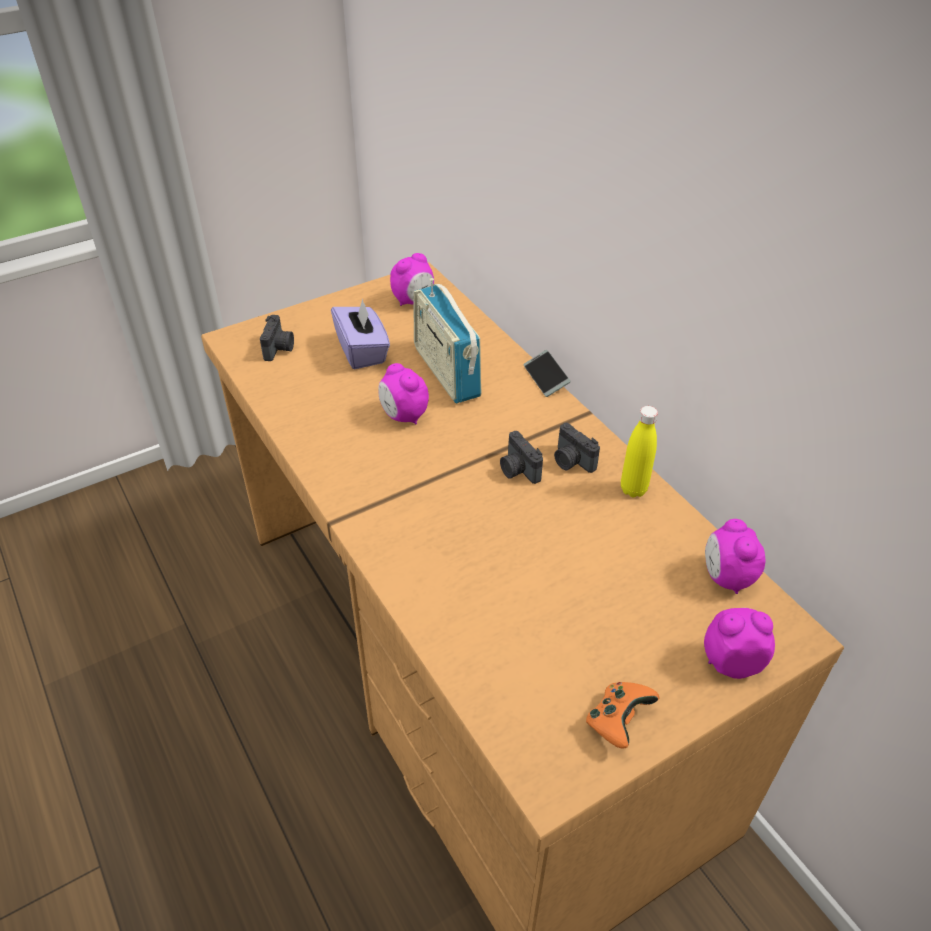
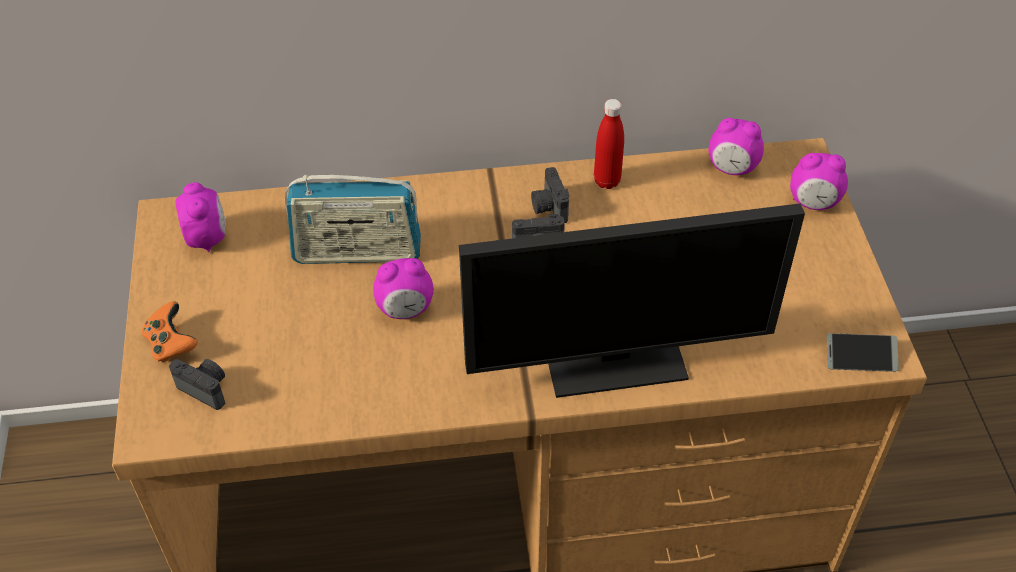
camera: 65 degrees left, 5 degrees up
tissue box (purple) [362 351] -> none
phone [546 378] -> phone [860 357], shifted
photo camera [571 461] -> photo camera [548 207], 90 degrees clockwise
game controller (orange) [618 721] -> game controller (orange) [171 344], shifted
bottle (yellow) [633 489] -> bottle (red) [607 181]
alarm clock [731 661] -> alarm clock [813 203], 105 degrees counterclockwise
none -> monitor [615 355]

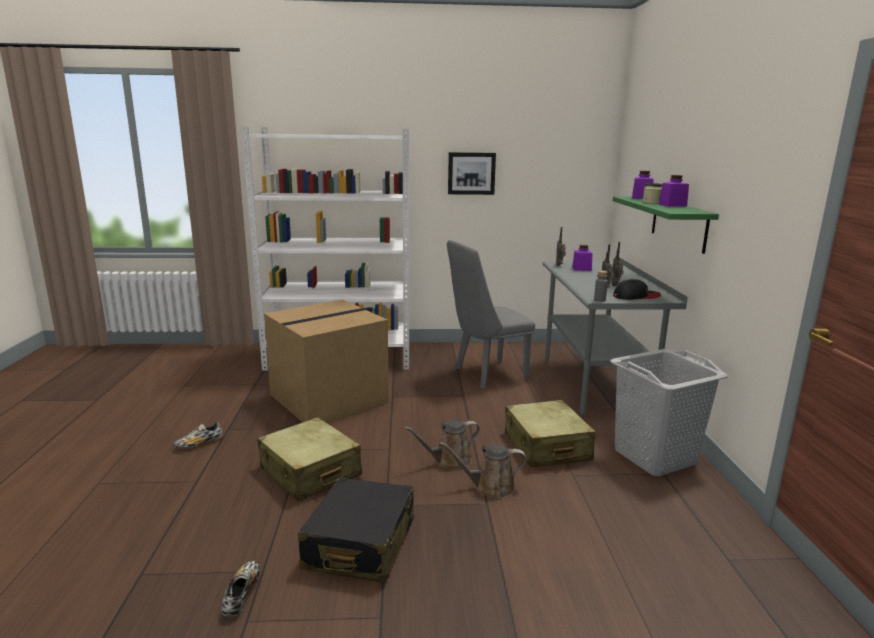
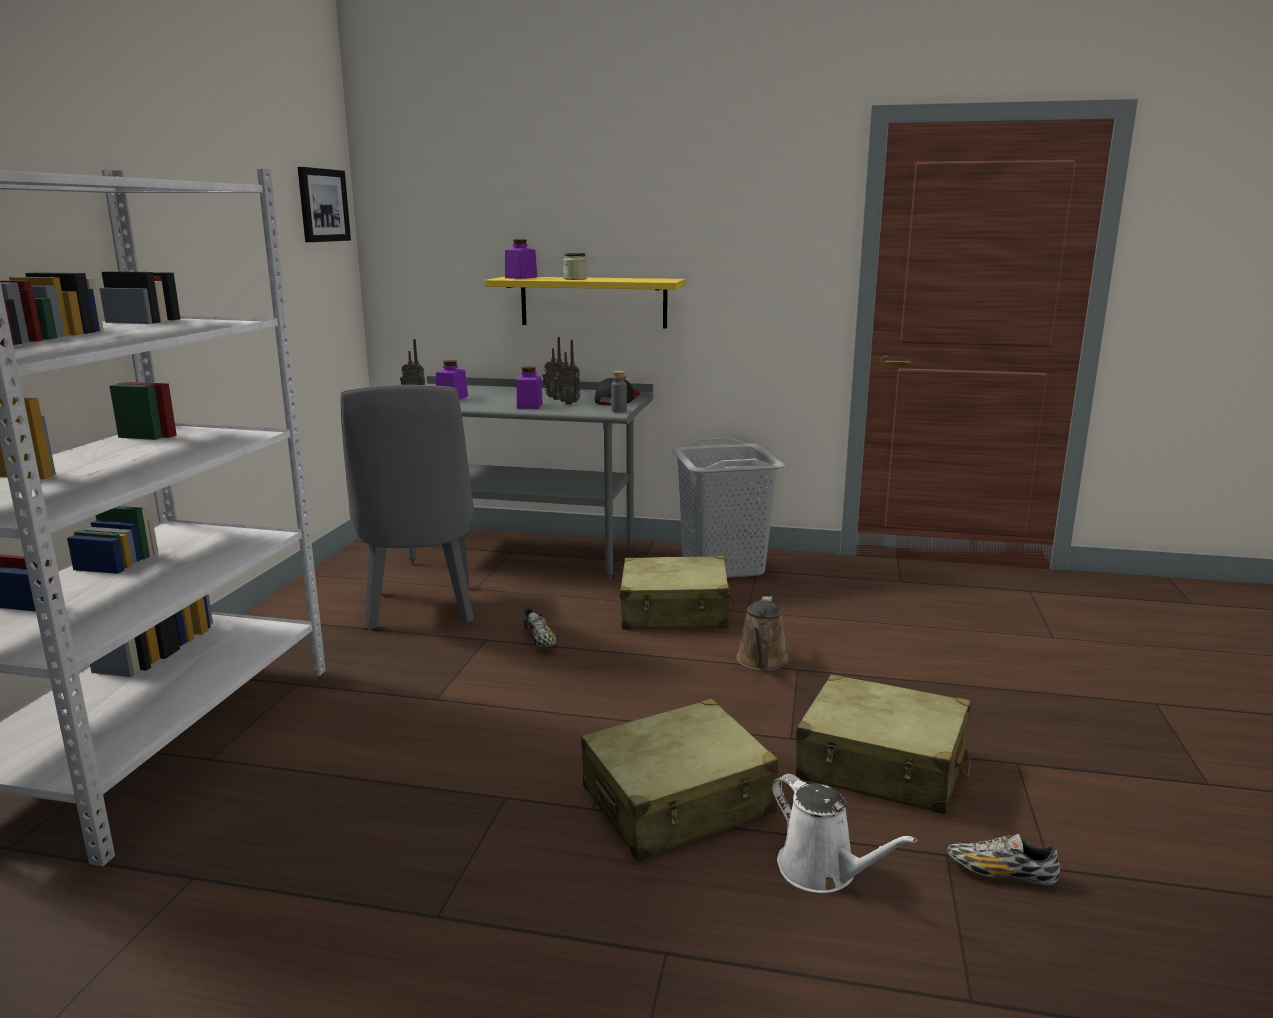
camera: 75 degrees left, 0 degrees up
shoe [199 444] -> shoe [539 640], shifted
cardboard box [328 399] -> none
suitcase (black) [360 544] -> suitcase (beige) [882 766]
watering can (brown) [449 461] -> none
picture [471 173] -> picture [322 205], shifted
shelf (green) [678 223] -> shelf (yellow) [593 302]
jar (purple) [672 205] -> jar (purple) [529 406], shifted
none -> watering can (white) [822 871]

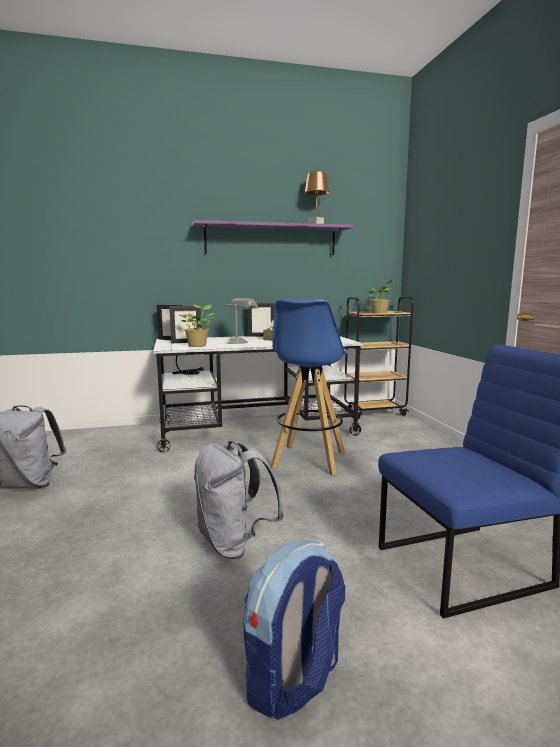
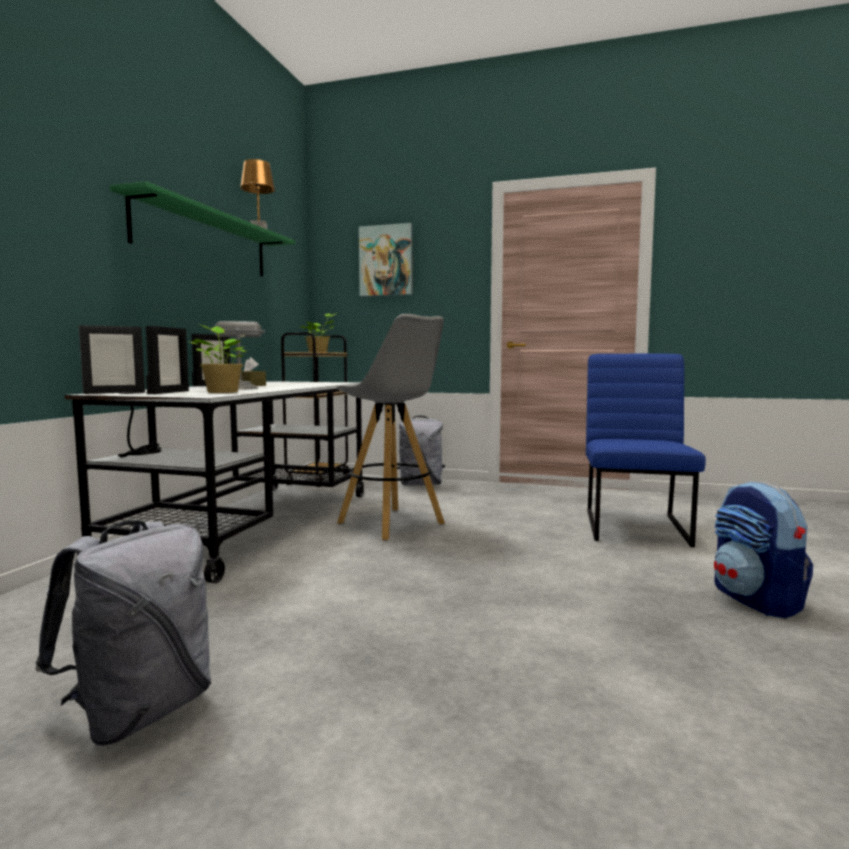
camera: 60 degrees left, 5 degrees down
shelf (purple) [271 240] -> shelf (green) [205 241]
backpack (grey) [234 543] -> backpack (grey) [421 484], shifted
stool (blue) [308 460] -> stool (grey) [391 524]
none -> picture [386 260]

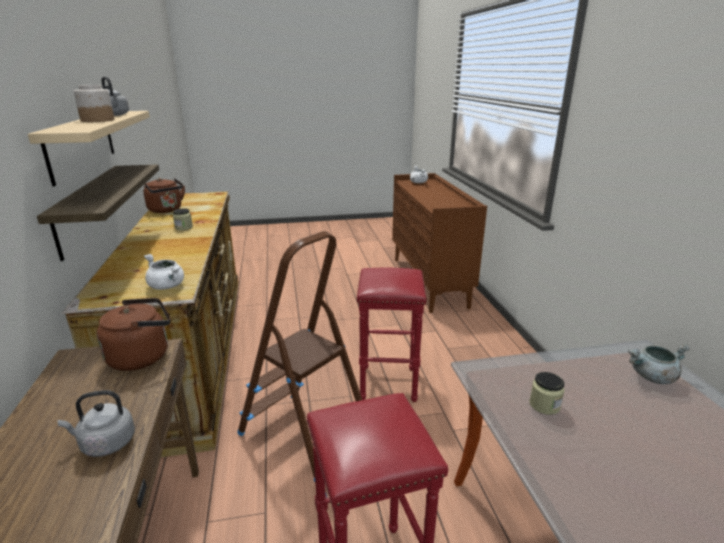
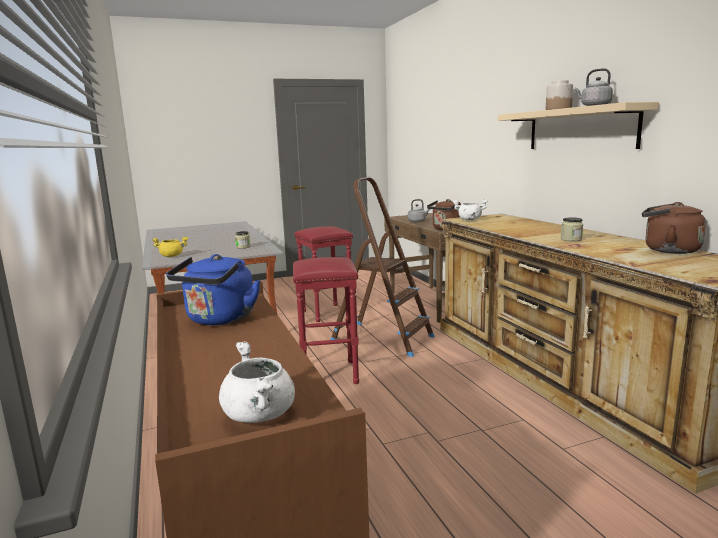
camera: 170 degrees right, 10 degrees down
shelf [89 208] -> none
cooking pot (grey) [652 377] -> cooking pot (yellow) [172 256]
none -> kettle (blue) [219 319]

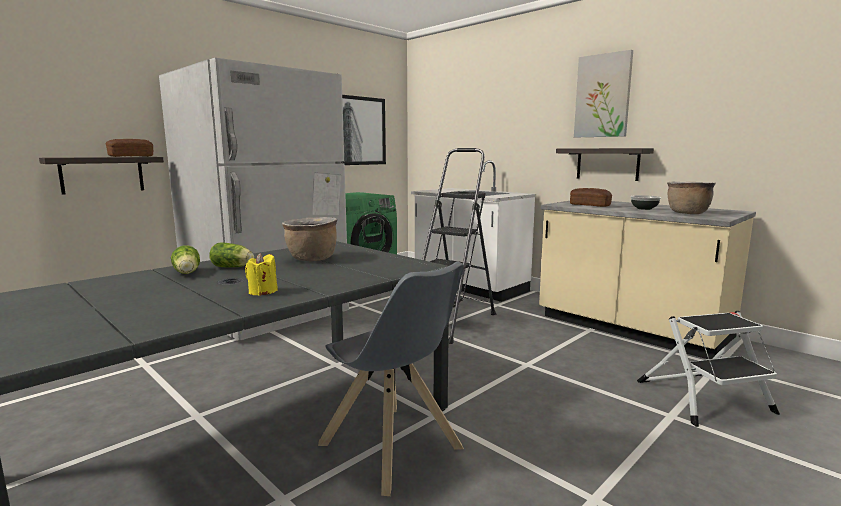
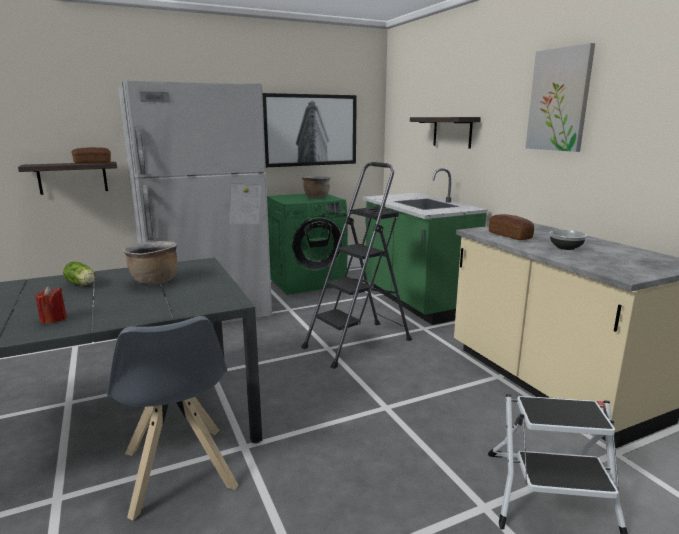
camera: 20 degrees right, 5 degrees up
lettuce [187 273] -> none
candle (yellow) [262 292] -> candle (red) [53 319]
counter (white) [469 287] -> counter (green) [415 302]
shelf [607 164] -> shelf [452 132], shifted
cooking pot (brown) [687 213] -> cooking pot (brown) [316 197], shifted

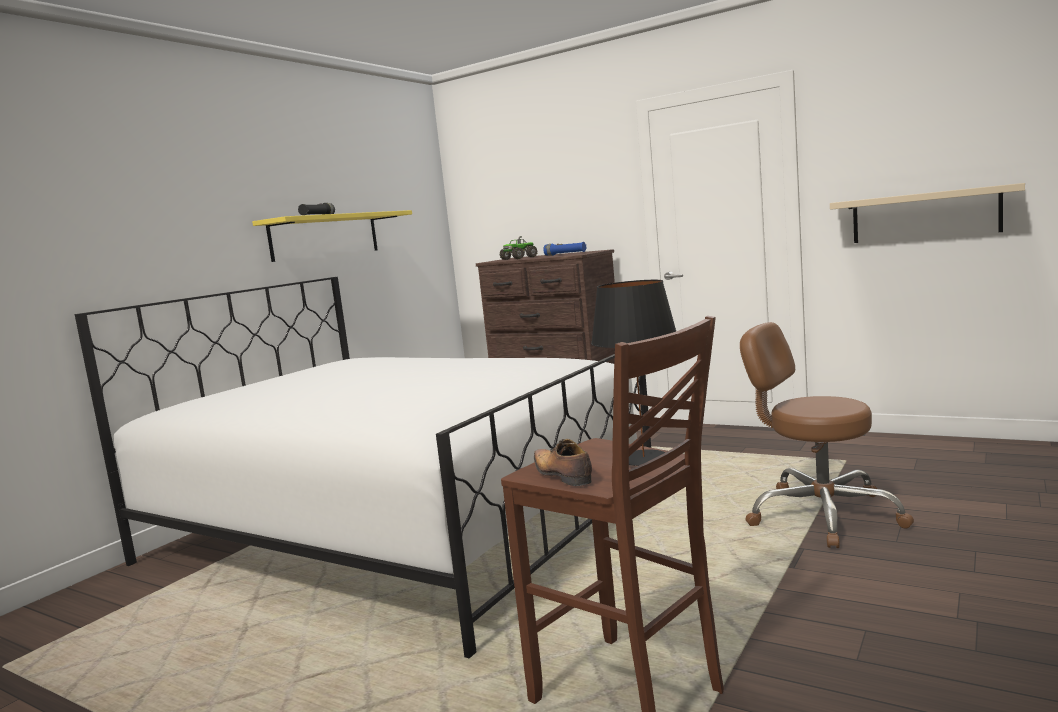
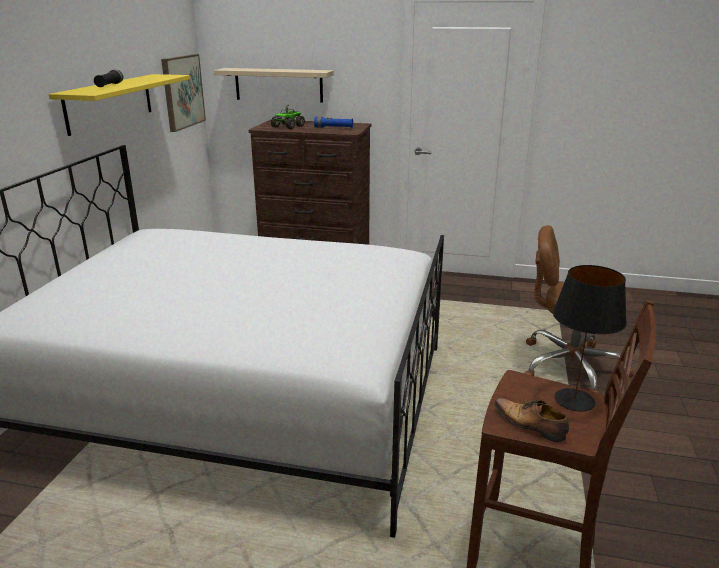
camera: 20 degrees left, 15 degrees up
shelf (beige) [924 215] -> shelf (beige) [278 85], shifted
none -> picture [182 91]

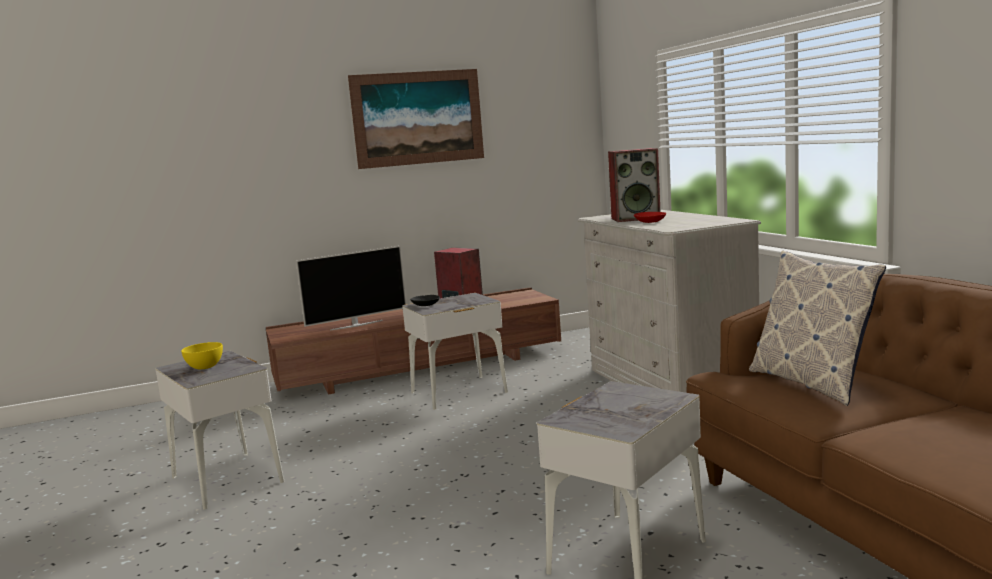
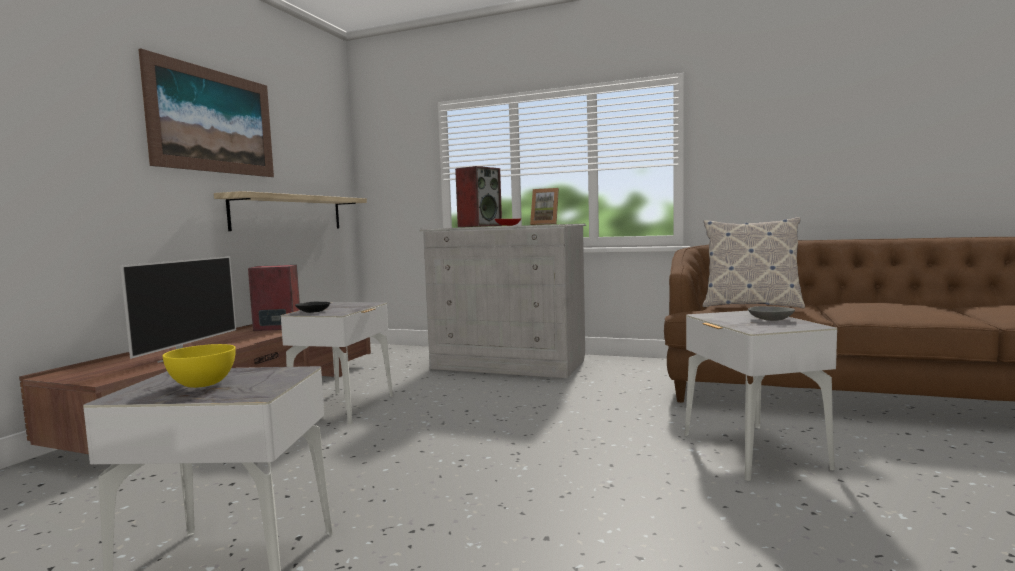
camera: 50 degrees left, 5 degrees down
none -> shelf [289 213]
none -> picture frame [545 224]
none -> bowl (grey) [770 319]

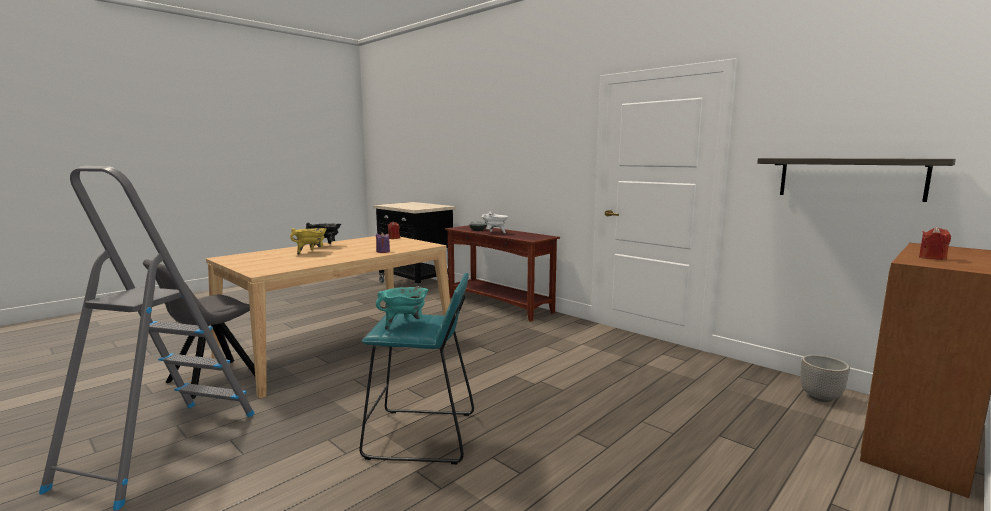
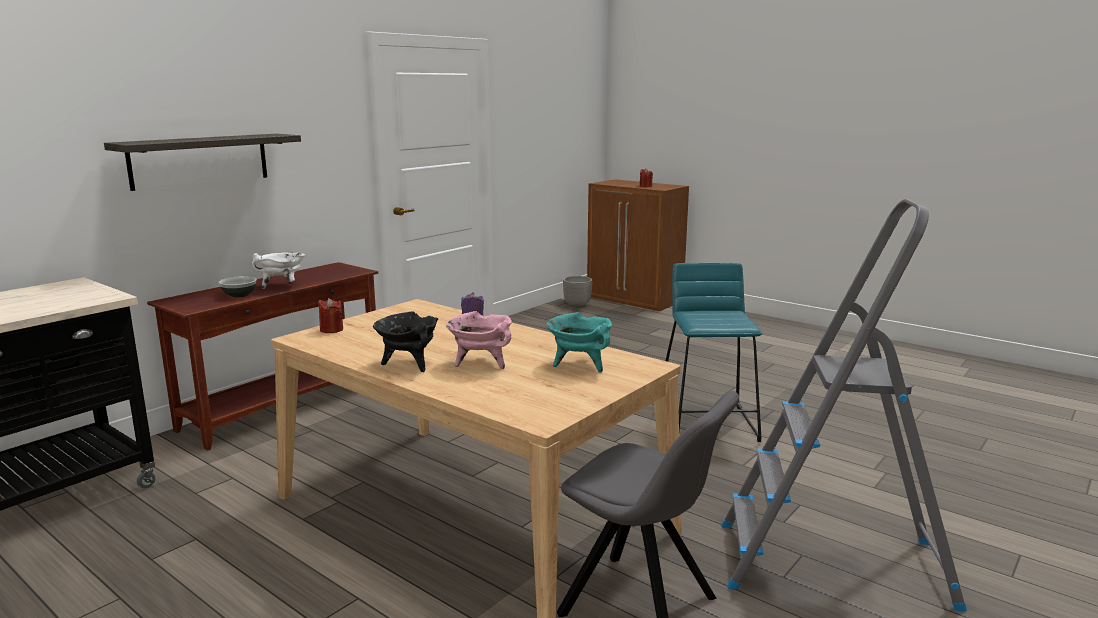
camera: 95 degrees left, 5 degrees up
cooking pot (yellow) [311 252] -> cooking pot (pink) [480 363]
cooking pot (turquoise) [404 324] -> cooking pot (turquoise) [579 365], shifted
shelf [850 178] -> shelf [200 160], shifted

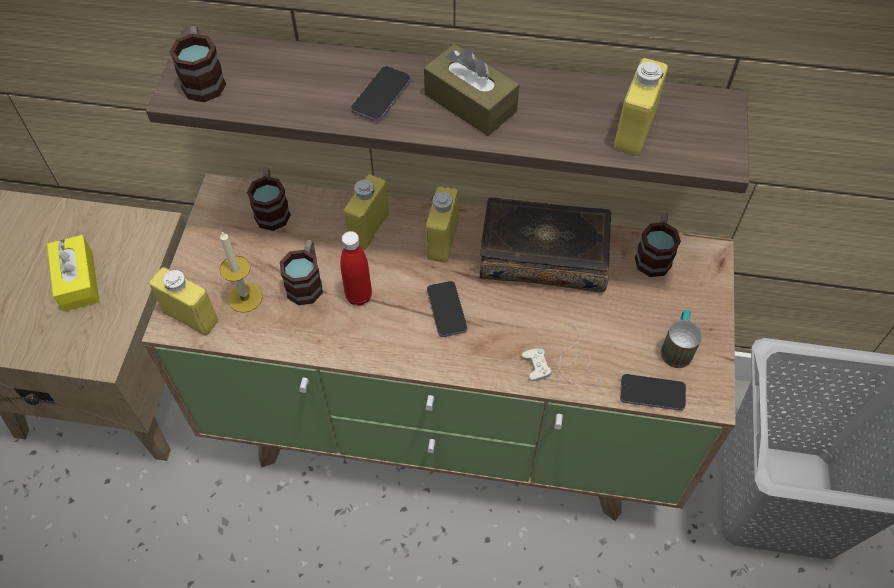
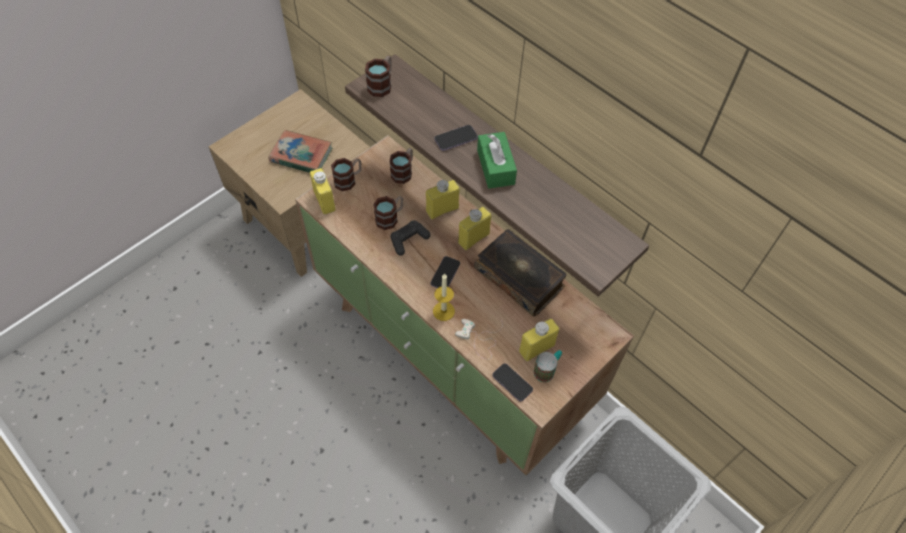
camera: 35 degrees right, 0 degrees up
tissue box (yellow) [78 280] -> book [301 155]
candle [245 297] -> candle [443 311], shifted
bottle (red) [359 296] -> game controller (black) [409 240]
tissue box (brown) [470 103] -> tissue box (green) [495 167]
bottle (yellow) [634 131] -> bottle (yellow) [536 348], shifted
mug [654 255] -> mug [348 180], shifted

